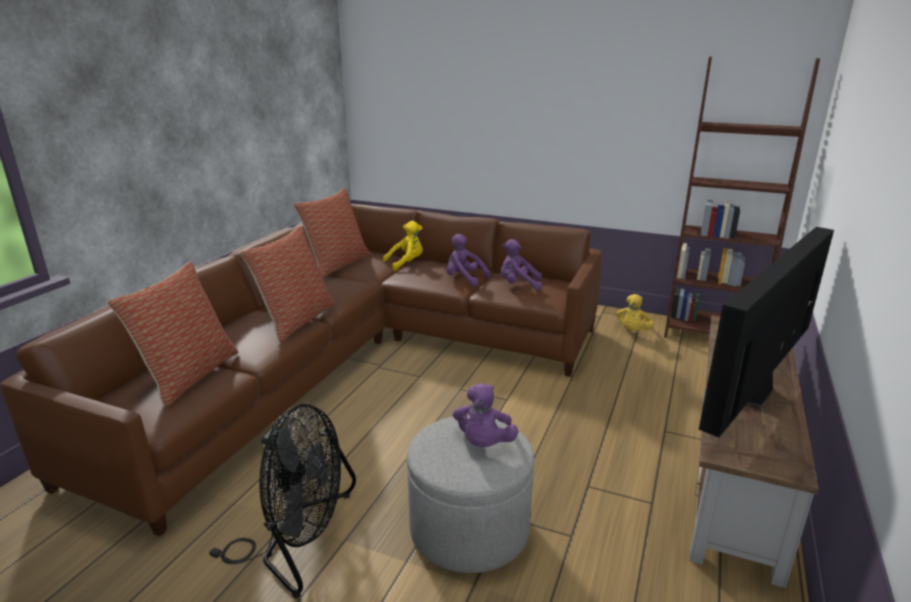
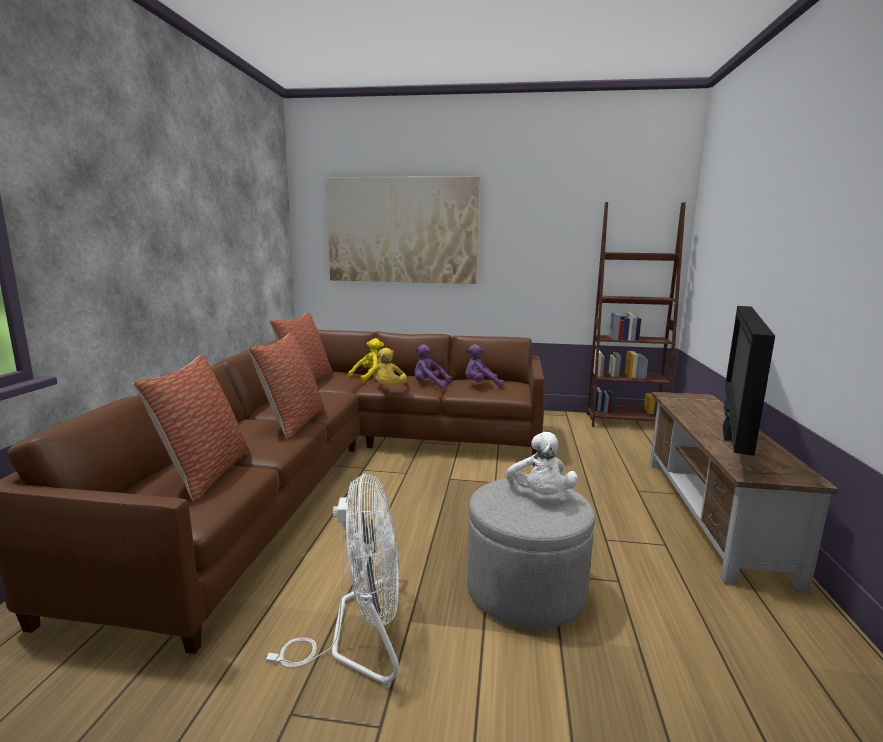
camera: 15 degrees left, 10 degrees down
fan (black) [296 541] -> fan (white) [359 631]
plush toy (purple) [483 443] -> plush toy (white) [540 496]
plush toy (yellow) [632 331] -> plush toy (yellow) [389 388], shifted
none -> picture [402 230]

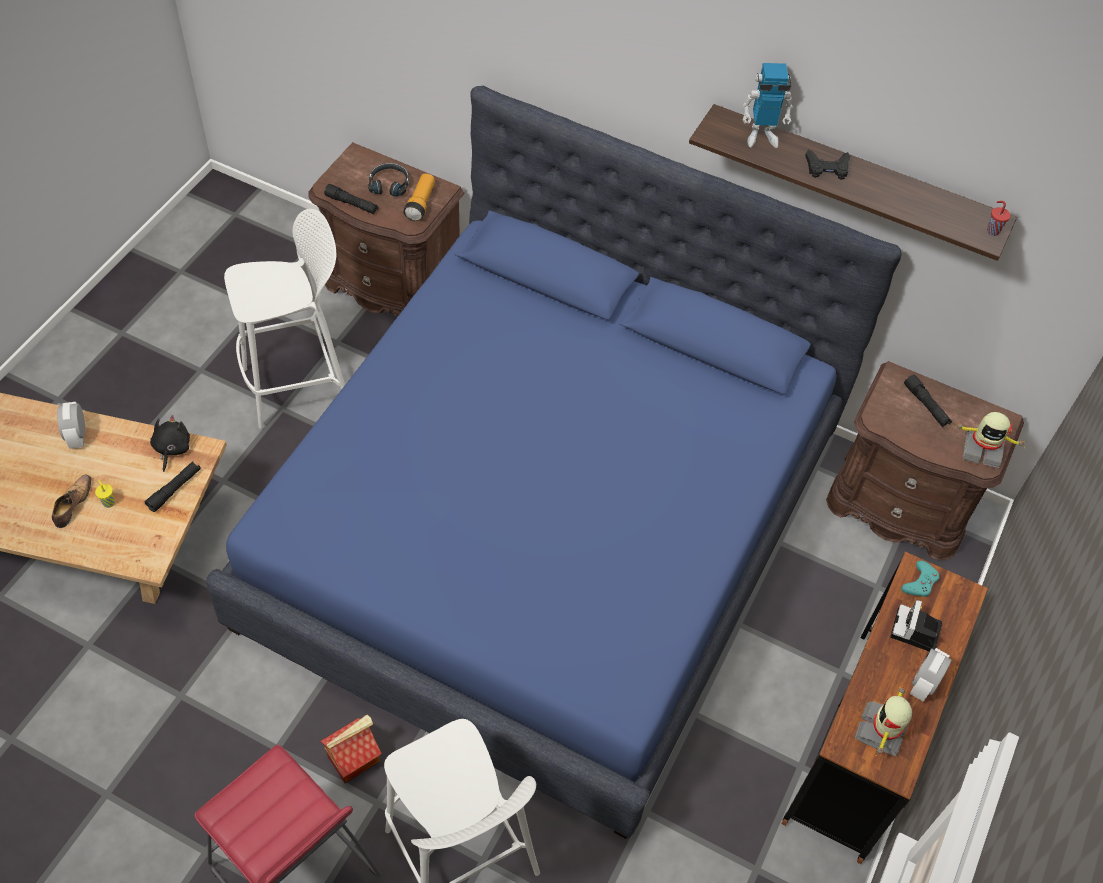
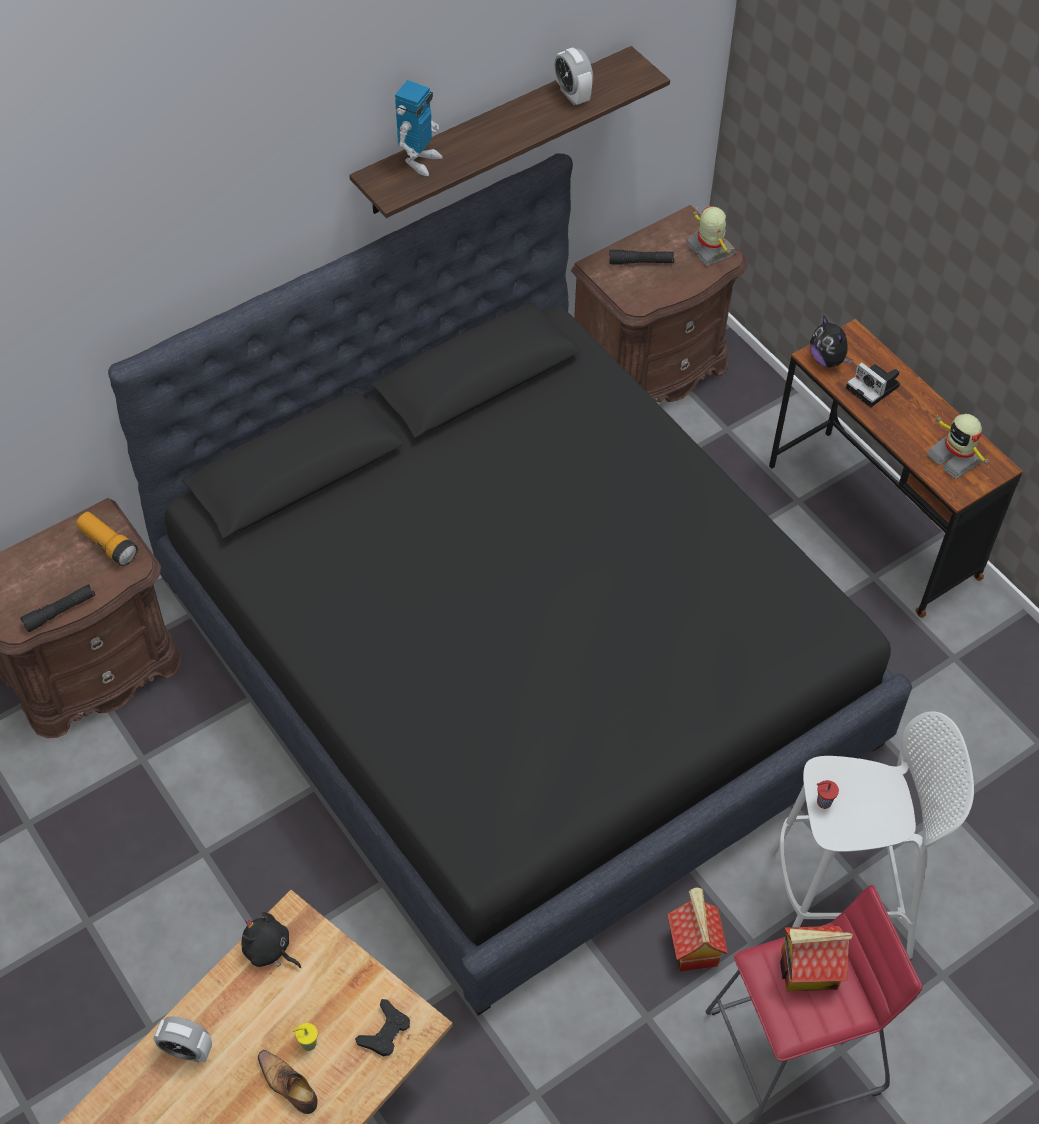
camera: 60 degrees left, 0 degrees up
flashlight (black) [174 489] -> none
bed (blue) [545 528] -> bed (black) [515 662]
stool (white) [300 386] -> none
headphones (black) [389 184] -> none
game controller (black) [827 168] -> game controller (black) [385 1032], shifted
game controller (turquoise) [920 582] -> plush toy [827 360]
alarm clock [923 684] -> alarm clock [572 95], shifted
toy robot [982 449] -> toy robot [710 250], 75 degrees counterclockwise
cup (red) [992 230] -> cup (red) [822 802], shifted
none -> toy house [808 970]

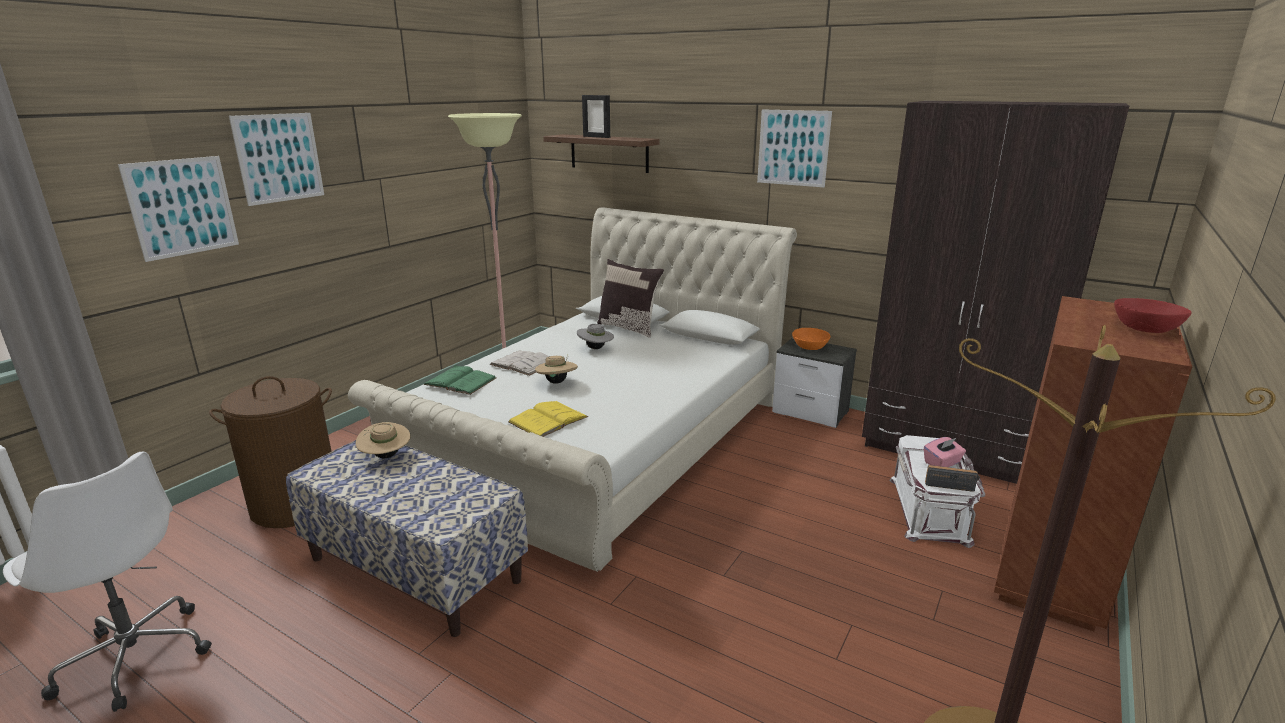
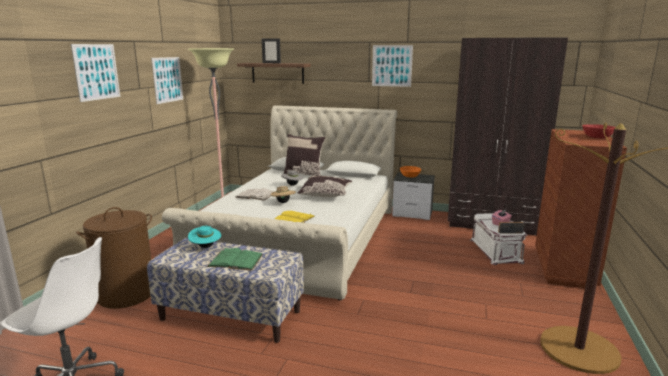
camera: 15 degrees left, 5 degrees down
picture [182 207] -> picture [167 79], shifted
hat (beige) [386 456] -> hat (turquoise) [205 247]
book (green) [460 381] -> book (green) [235 260], shifted
none -> pillow [326 194]

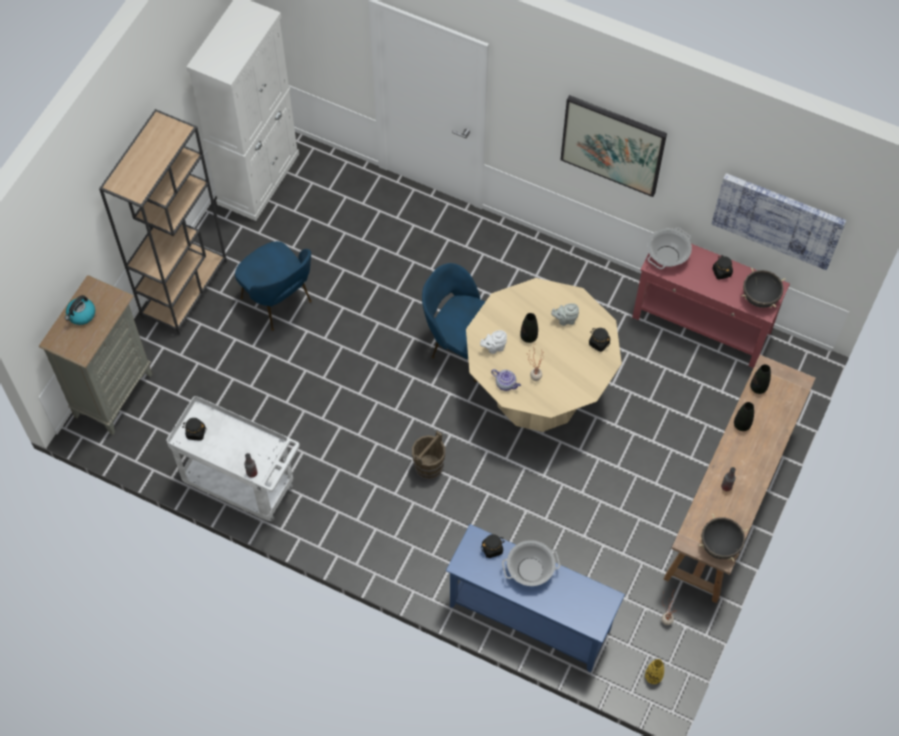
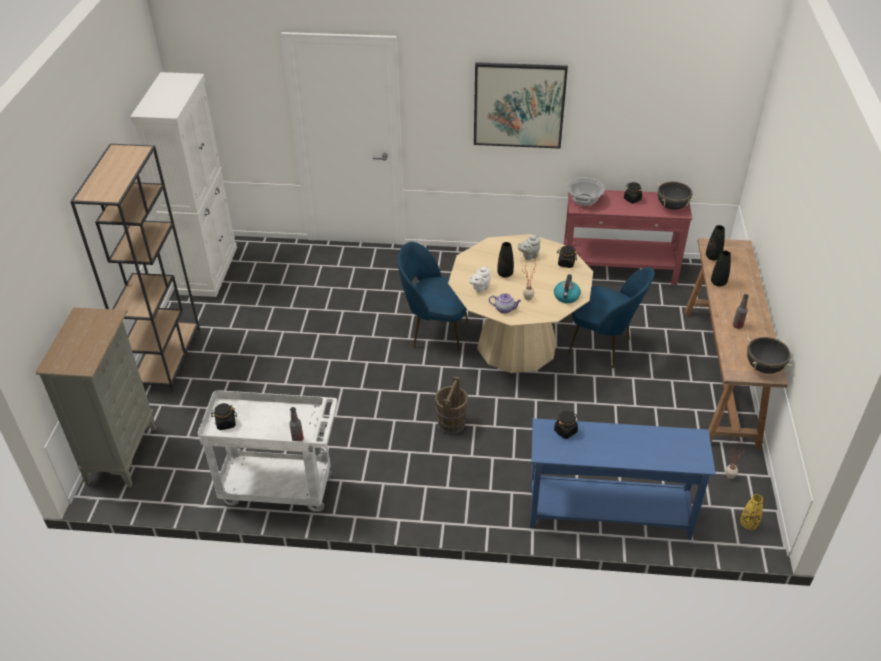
camera: 20 degrees left, 20 degrees down
kettle [81 315] -> kettle [566 297], shifted
chair (blue) [279 304] -> chair (blue) [604 348], shifted
cooking pot [530 570] -> none
picture [778 219] -> none

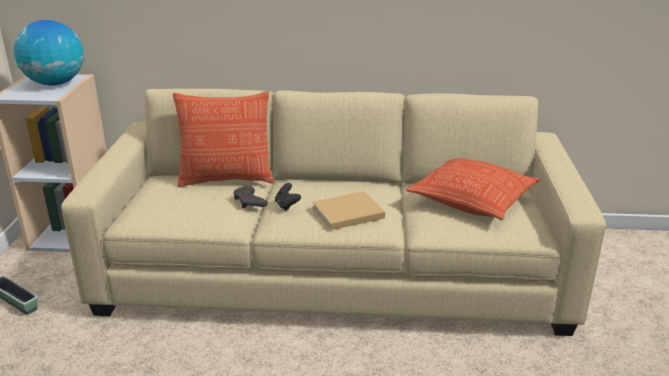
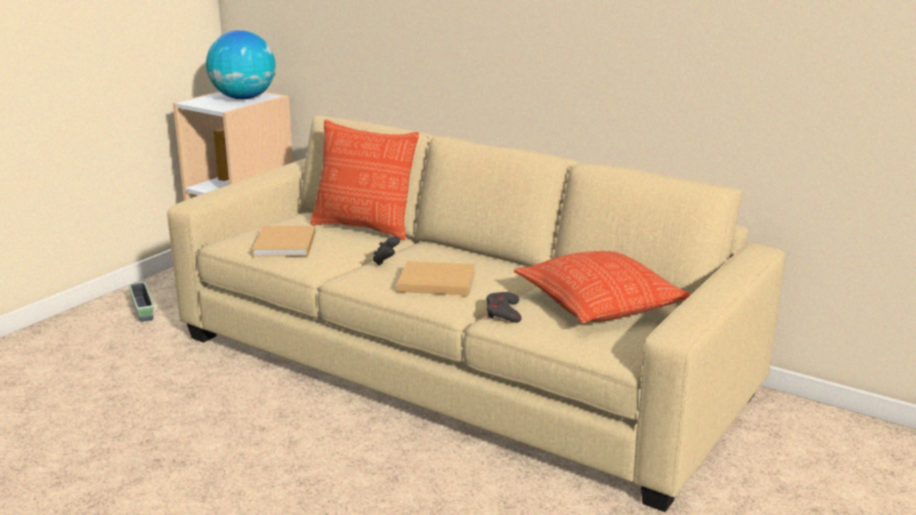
camera: 30 degrees right, 5 degrees down
game controller (grey) [249 201] -> game controller (grey) [503 312], shifted
none -> book (beige) [284 245]

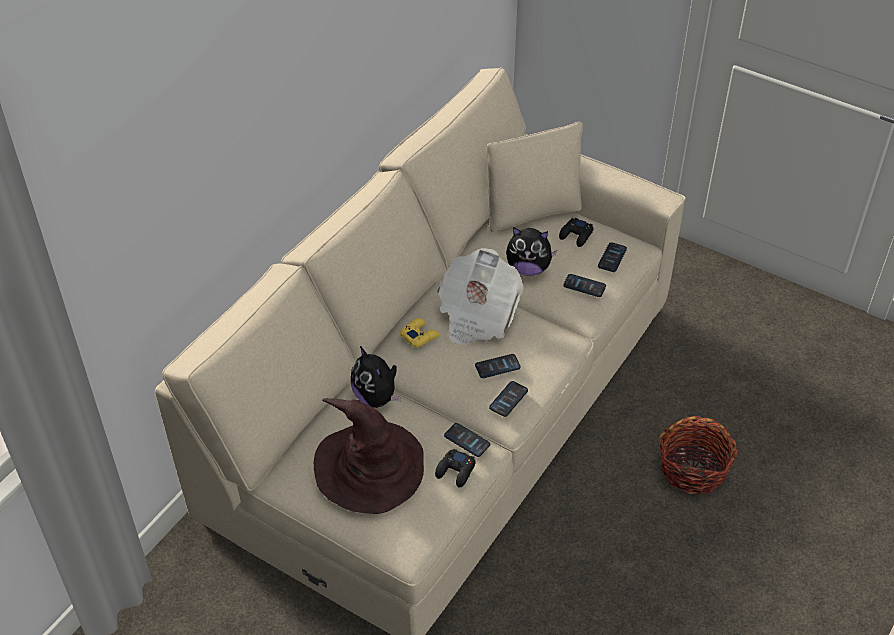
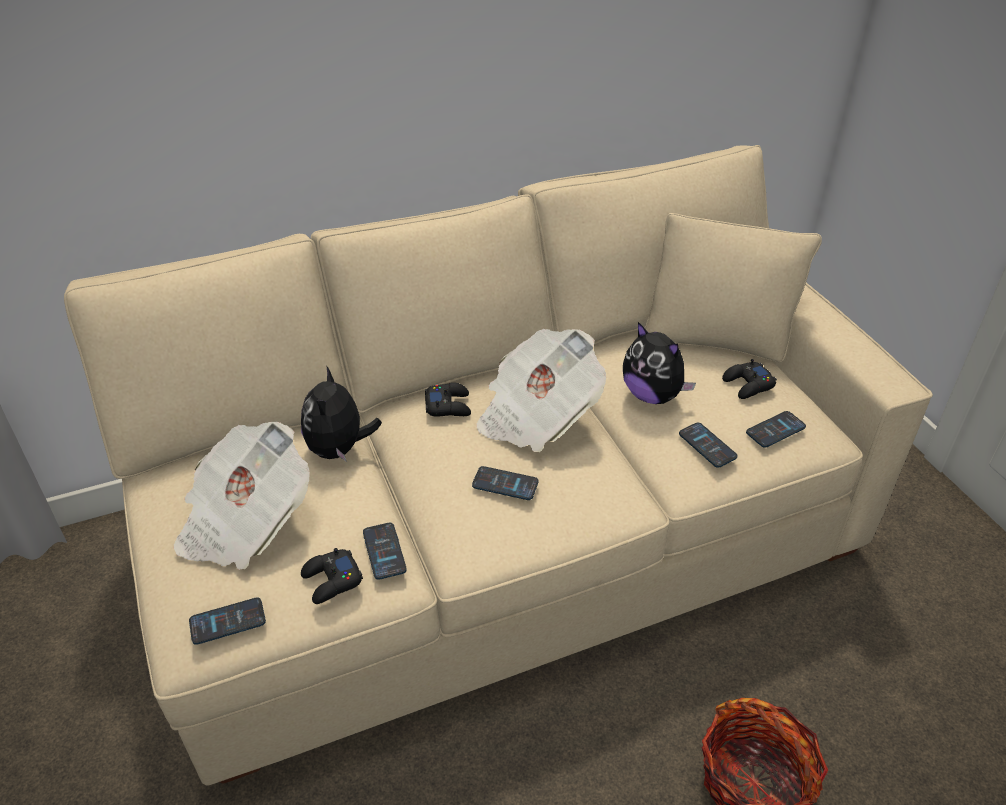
camera: 35 degrees right, 5 degrees down
hat (brown) [370 468] -> newspaper [245 521]
game controller (yellow) [419 336] -> game controller (black) [448 405]
phone [508 399] -> phone [227 621], shifted

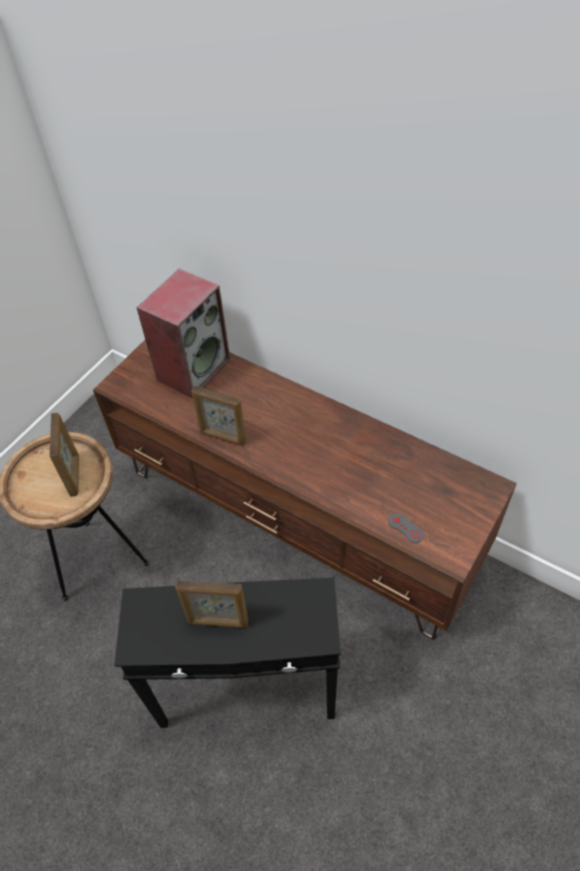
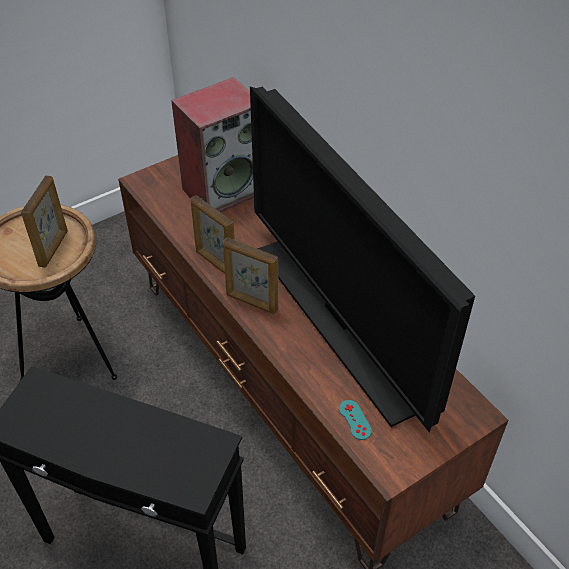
camera: 20 degrees right, 5 degrees down
picture frame [218 622] -> picture frame [251 302], shifted
game controller (grey) [405 528] -> game controller (turquoise) [355 420]
none -> television [339 323]

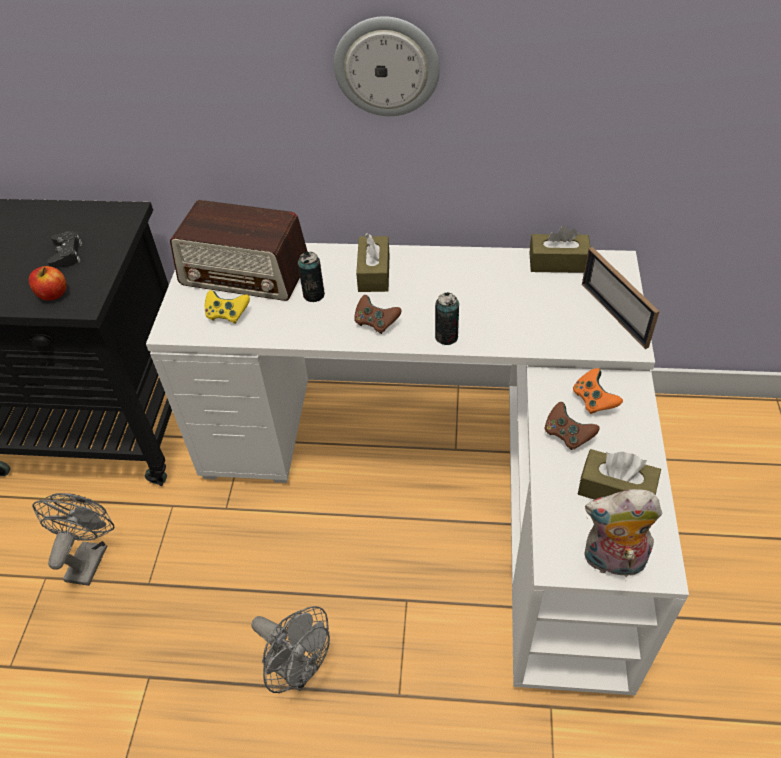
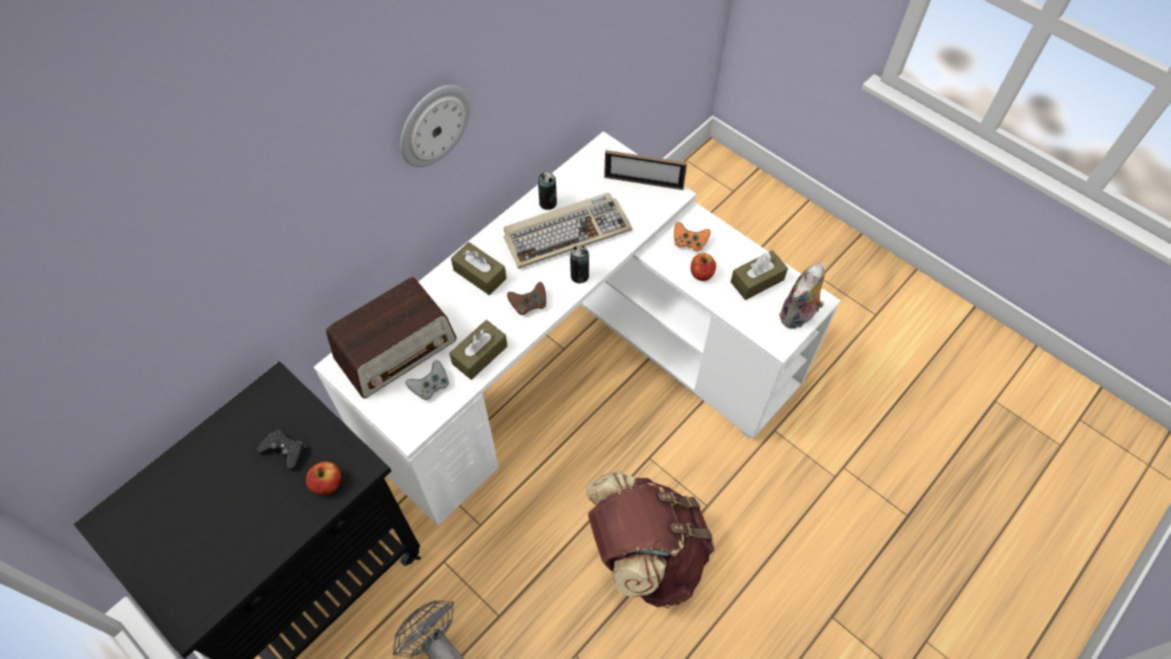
camera: 55 degrees left, 10 degrees up
game controller (yellow) [227 314] -> game controller (grey) [430 386]
fan (grey) [298 670] -> backpack (brown) [645 554]
can [313 295] -> can [548 203], shifted
tissue box (brown) [558 262] -> tissue box (brown) [480 355], shifted
game controller (brown) [567 435] -> apple [701 273]
none -> keyboard [567 232]

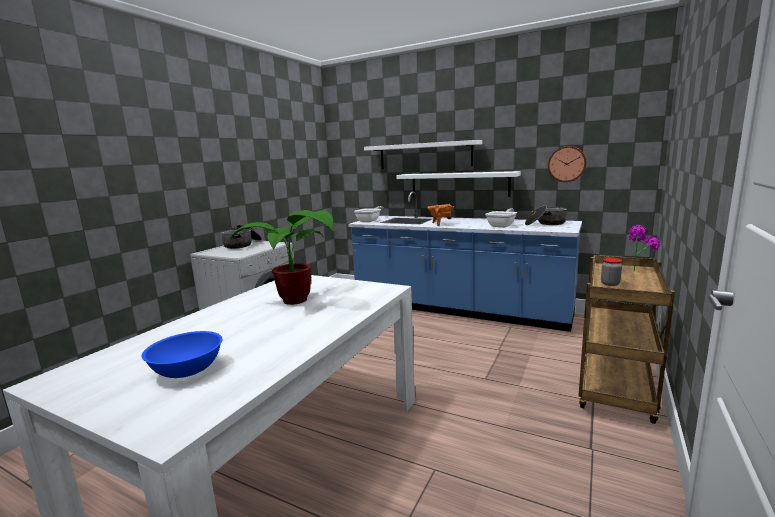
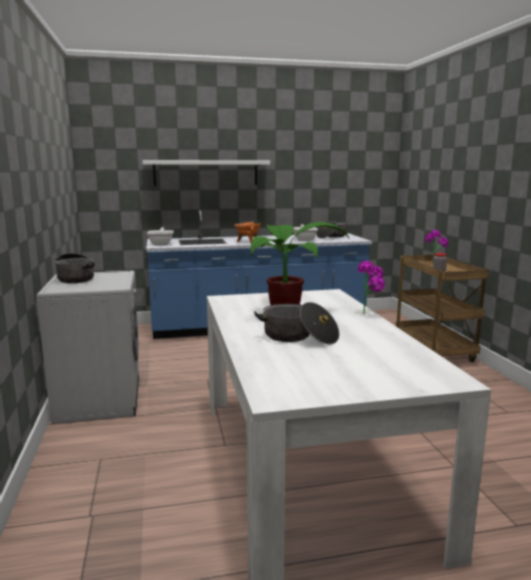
camera: 40 degrees left, 0 degrees up
bowl (blue) [187 370] -> none
shelf (white) [459 184] -> none
wall clock [567 164] -> none
none -> cooking pot [298 337]
none -> potted plant [370 313]

